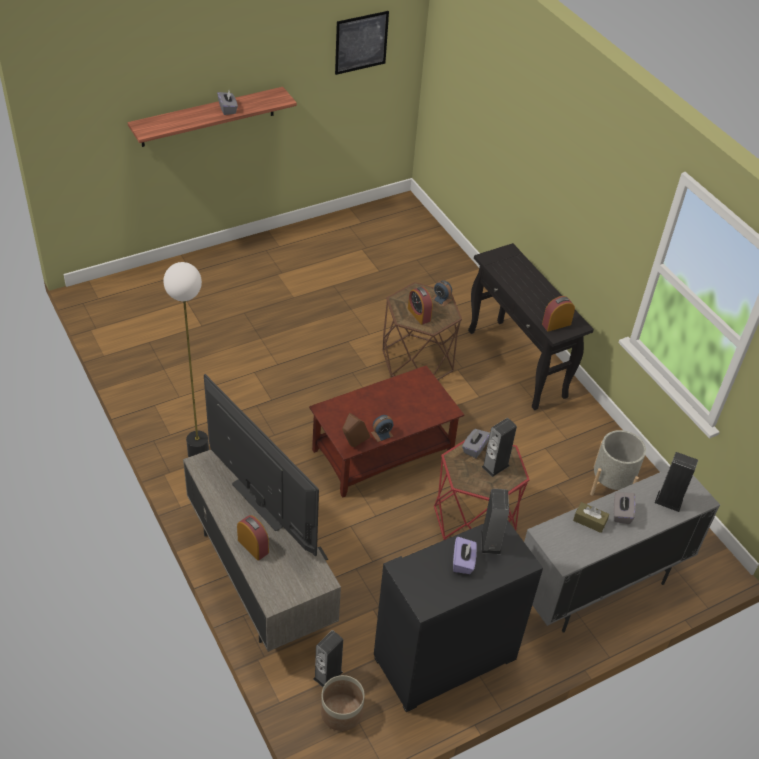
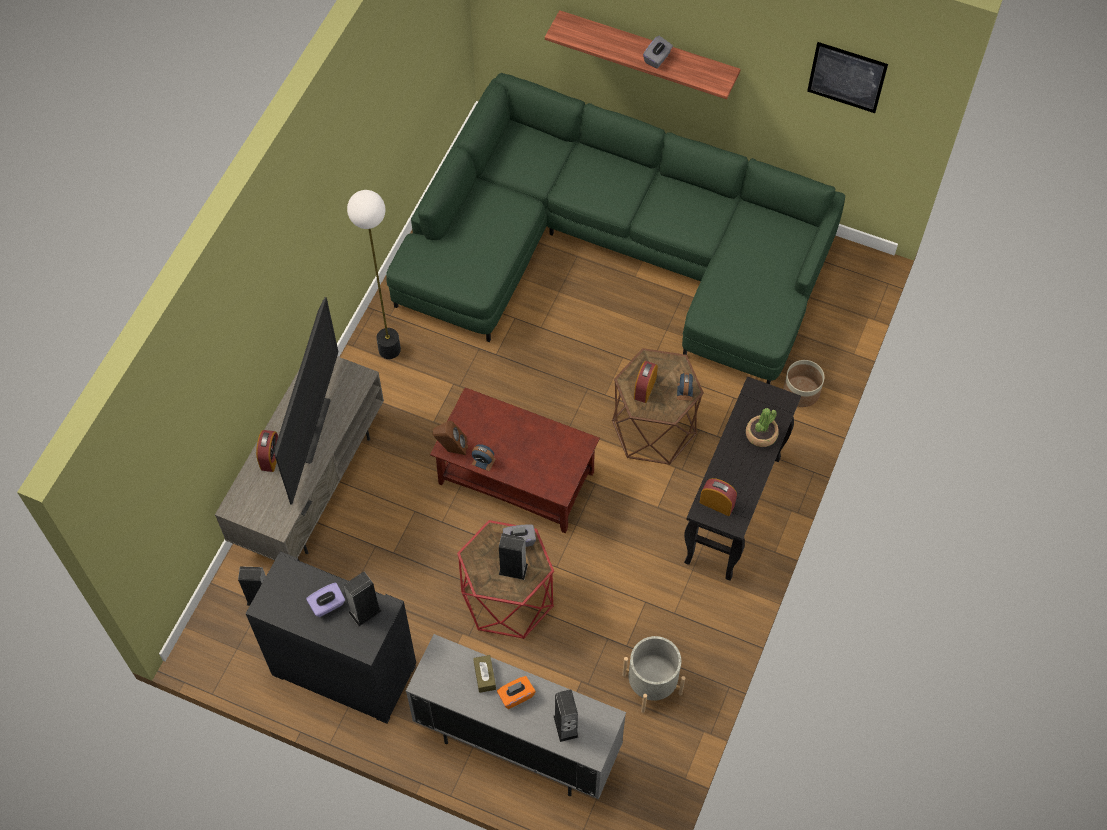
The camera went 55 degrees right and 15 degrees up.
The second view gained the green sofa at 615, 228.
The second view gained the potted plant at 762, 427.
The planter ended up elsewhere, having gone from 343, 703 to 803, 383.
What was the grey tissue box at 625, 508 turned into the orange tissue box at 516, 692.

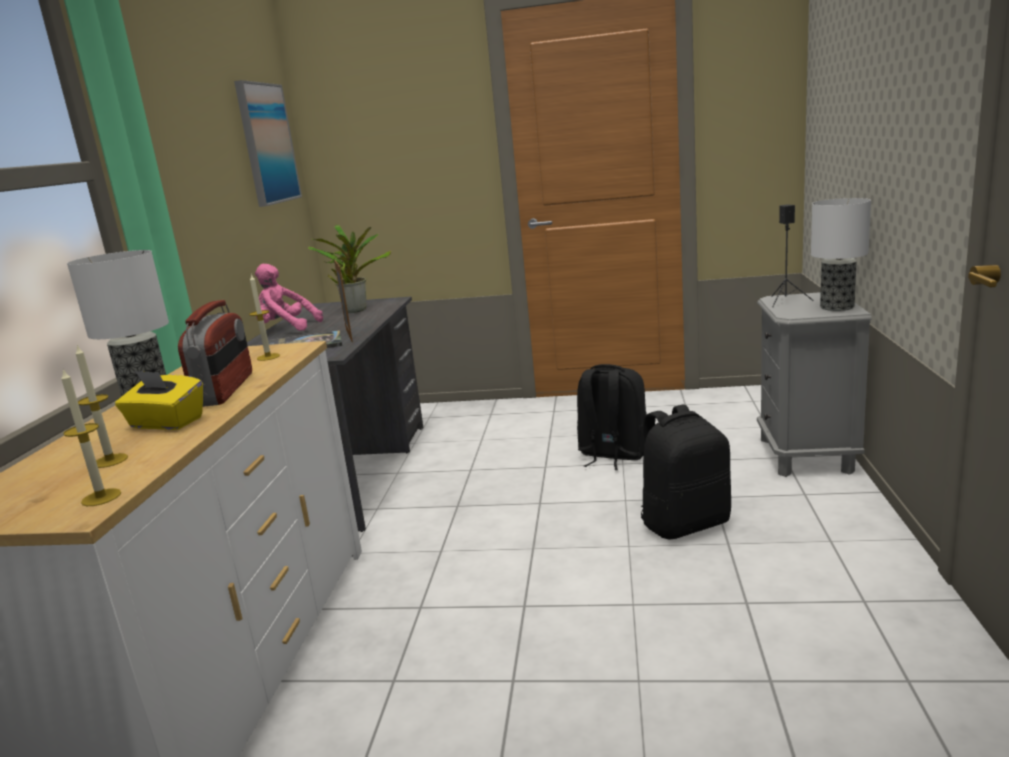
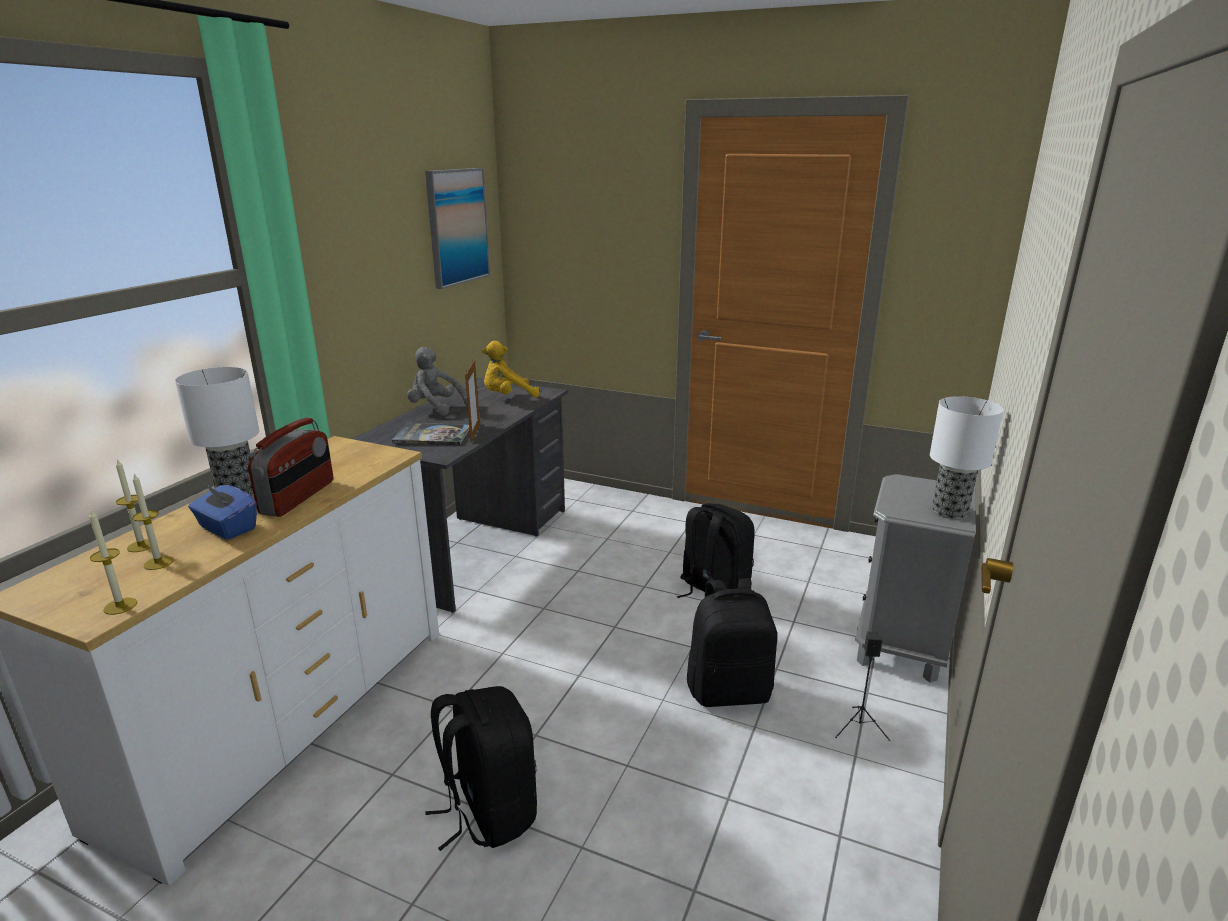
The camera went 15 degrees right and 5 degrees up.
The second view gained the black backpack at 481, 768.
The candle ended up elsewhere, having gone from 264, 318 to 133, 505.
The black speaker ended up elsewhere, having gone from 792, 255 to 862, 686.
Where the potted plant stood at 349, 269, the yellow plush toy came to stand at 511, 369.
What was the yellow tissue box at 159, 400 turned into the blue tissue box at 222, 512.
What was the pink plush toy at 289, 297 turned into the grey plush toy at 437, 381.

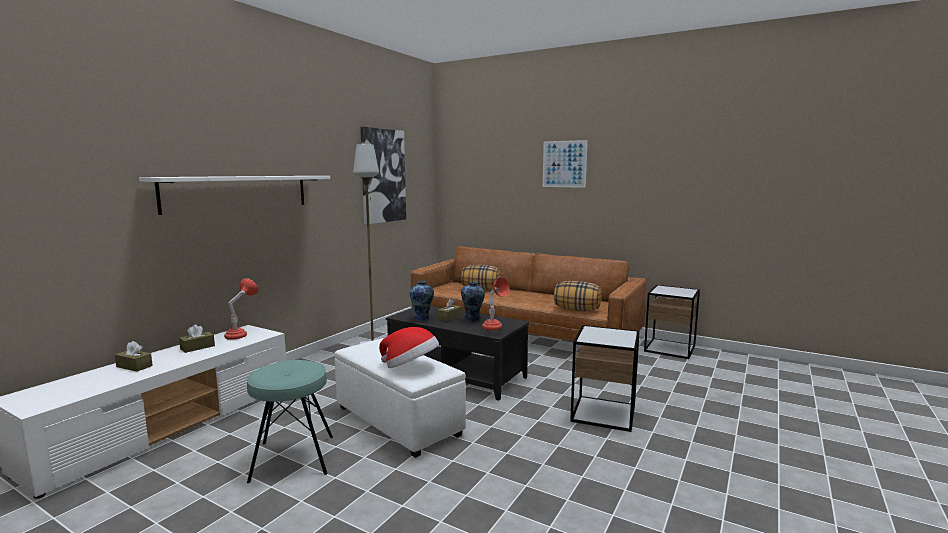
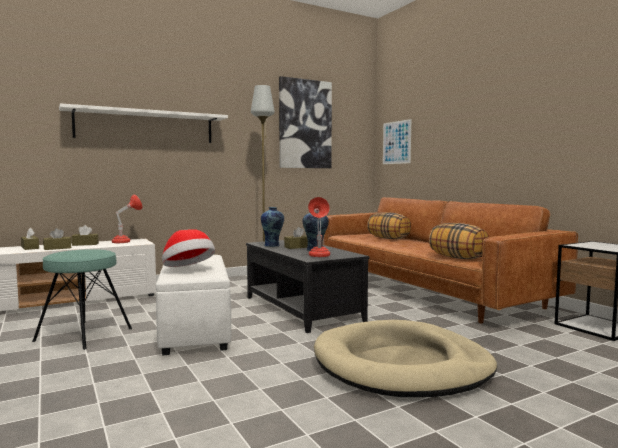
The camera went 30 degrees right and 5 degrees down.
The second view gained the brown tissue box at 57, 239.
The picture ended up elsewhere, having gone from 565, 164 to 397, 141.
Where the side table stood at 605, 378, the beige dog bed came to stand at 405, 358.

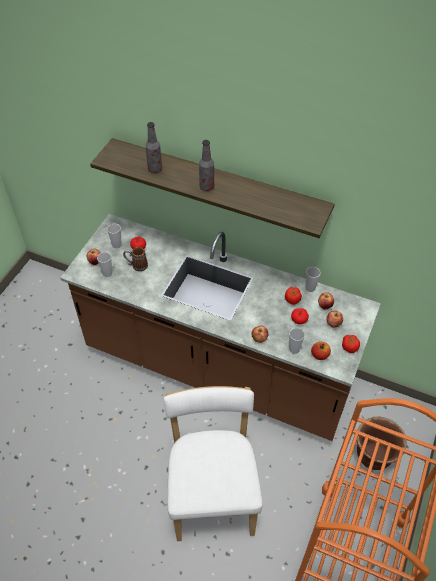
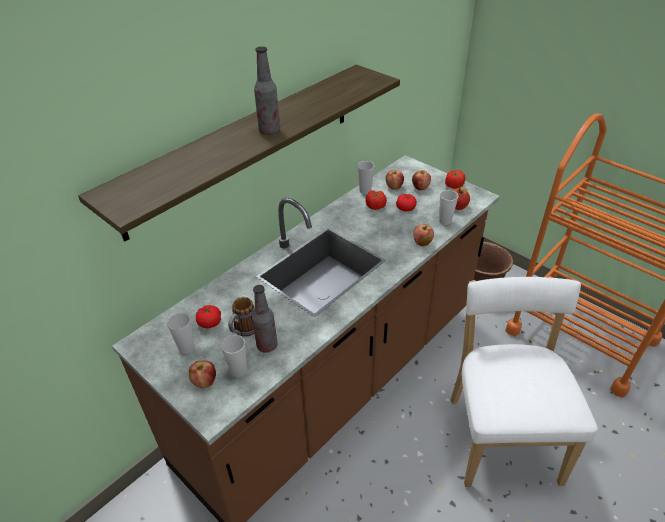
The camera went 70 degrees left and 10 degrees down.
The bottle ended up elsewhere, having gone from 154, 147 to 265, 319.
The white chair at 213, 463 ended up facing another way, 75 degrees clockwise from before.

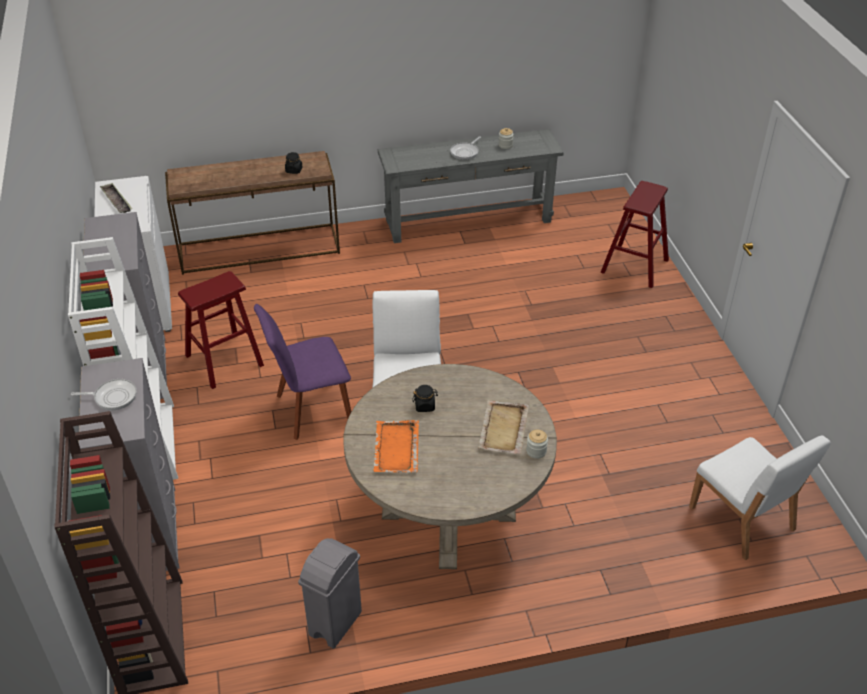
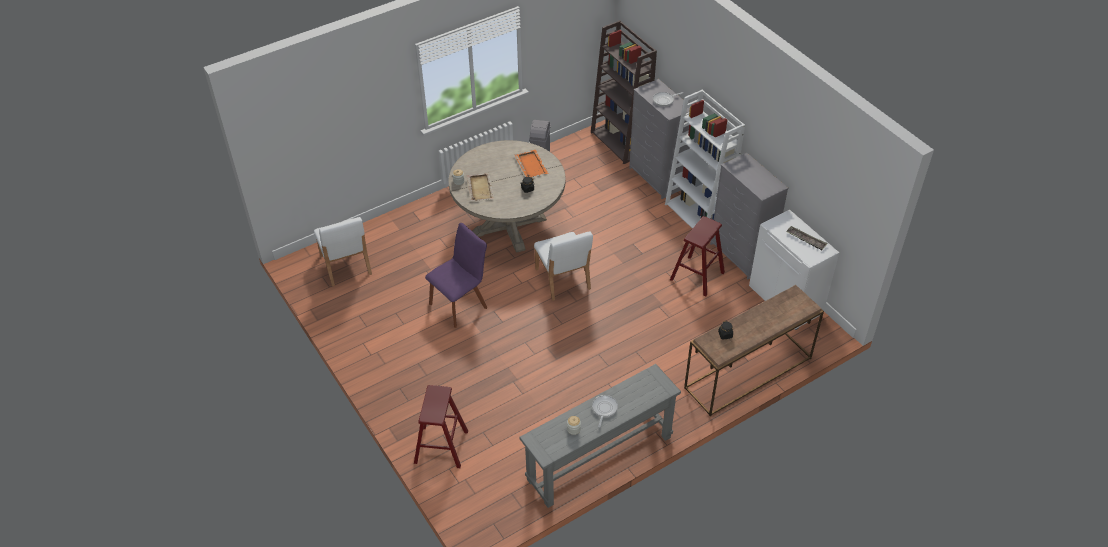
The camera went 160 degrees right and 5 degrees up.
The purple chair ended up elsewhere, having gone from 302, 372 to 456, 275.
The white chair at 760, 497 ended up facing another way, 150 degrees counterclockwise from before.

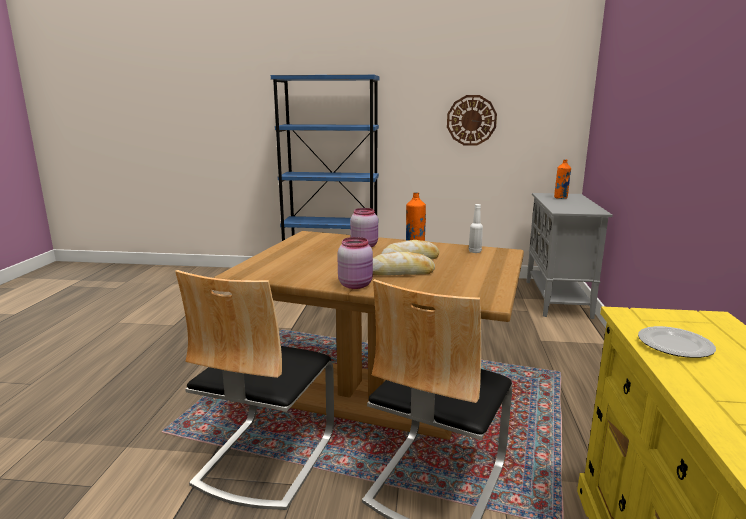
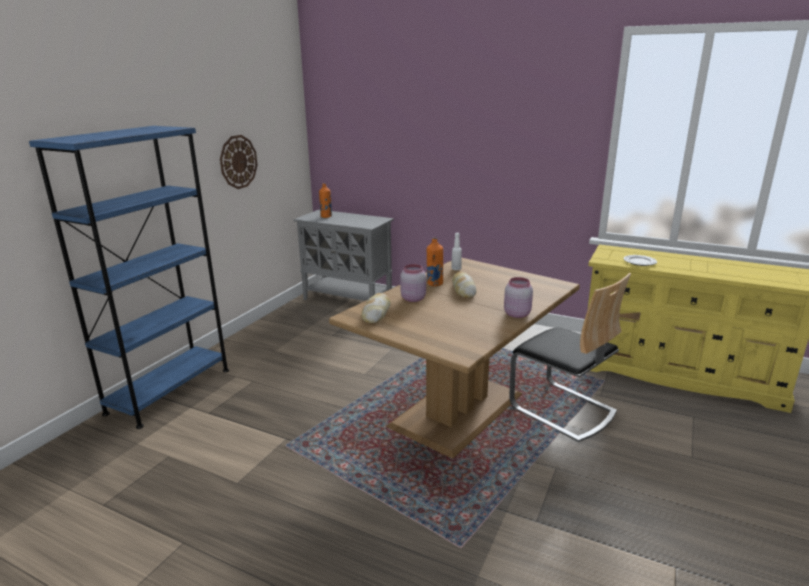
The camera went 70 degrees left and 5 degrees up.
The second view lost the chair at 254, 390.
The bread ended up elsewhere, having gone from 404, 264 to 376, 308.

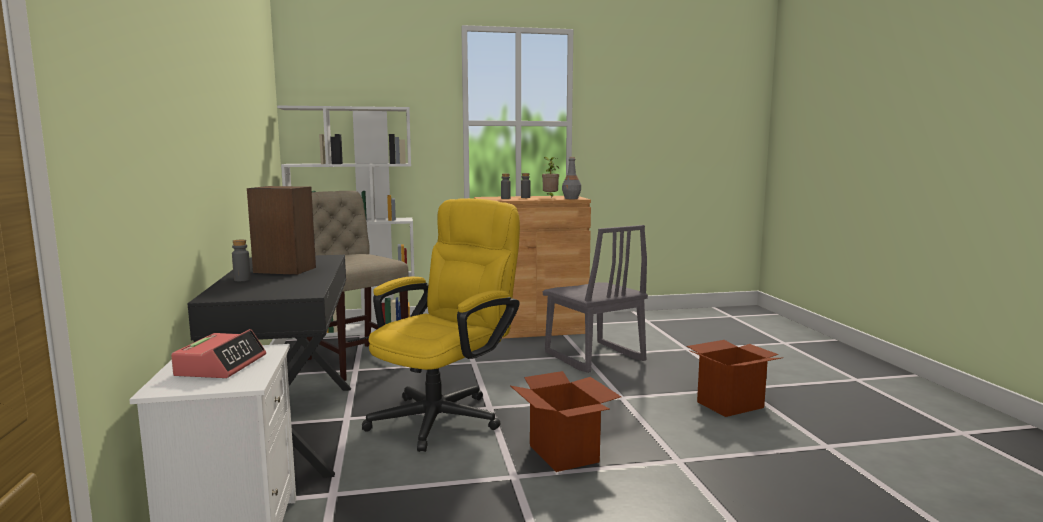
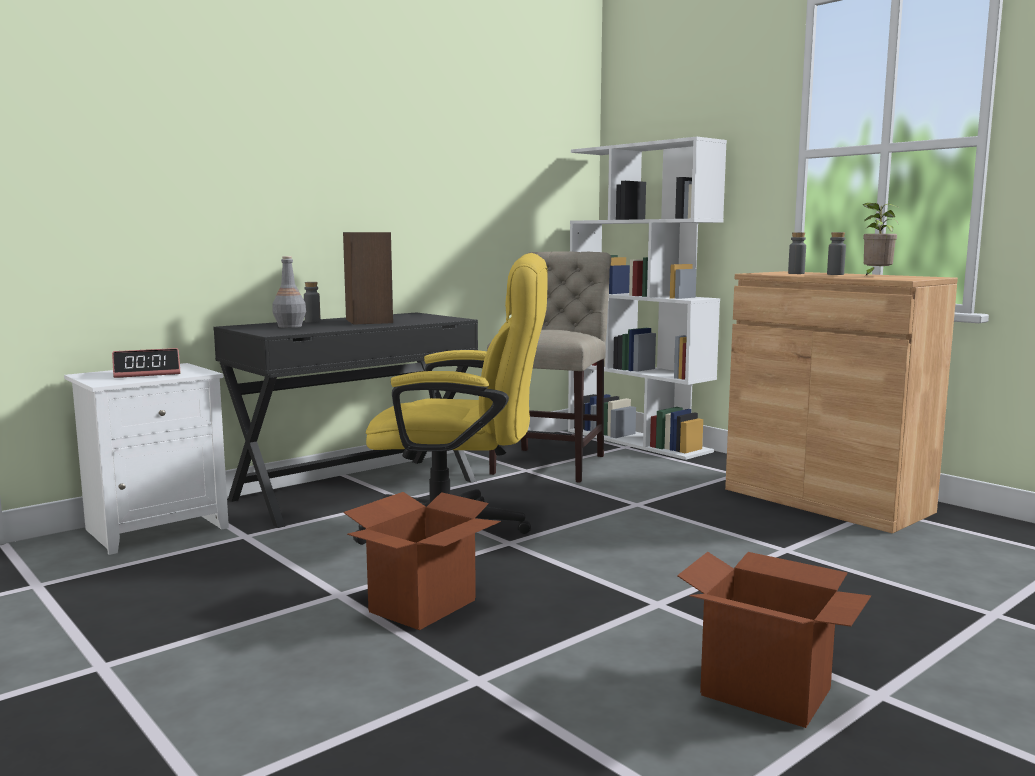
The camera went 60 degrees right and 0 degrees up.
The second view lost the grey chair at 595, 299.
The grey bottle ended up elsewhere, having gone from 571, 178 to 289, 292.

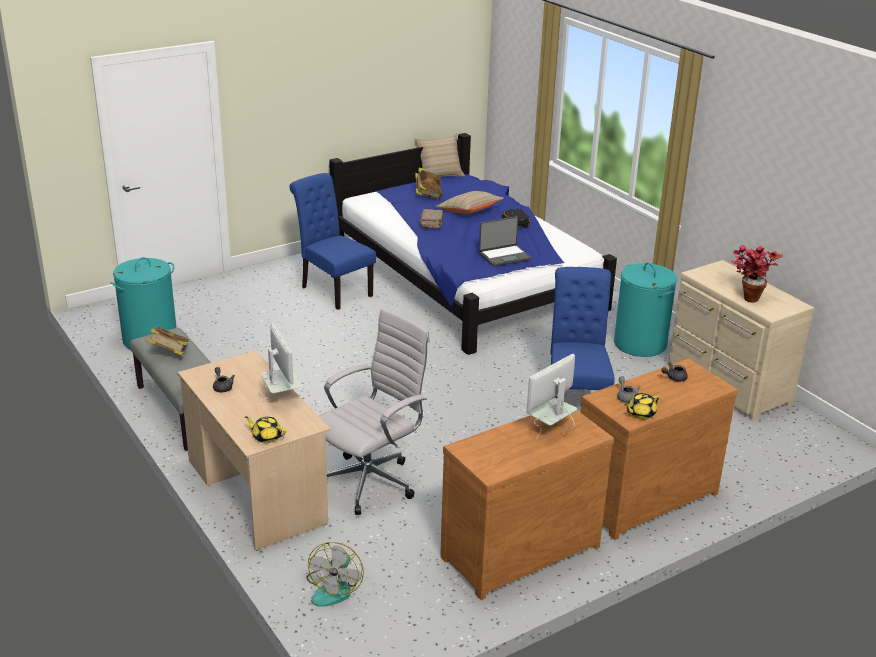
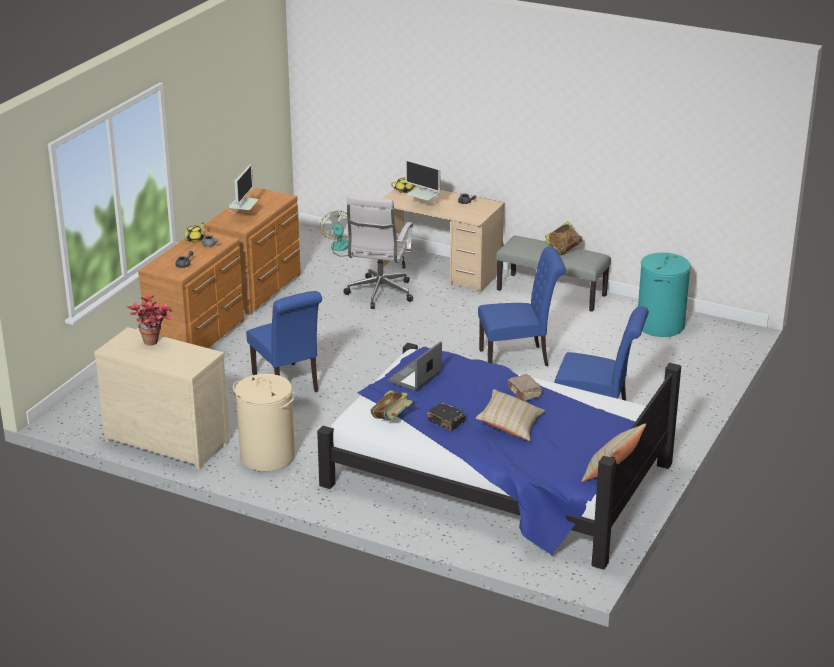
The camera went 150 degrees right and 0 degrees up.
The second view gained the blue chair at 522, 306.
The book ended up elsewhere, having gone from 428, 183 to 392, 405.
What was the turquoise laundry basket at 645, 310 turned into the beige laundry basket at 264, 422.

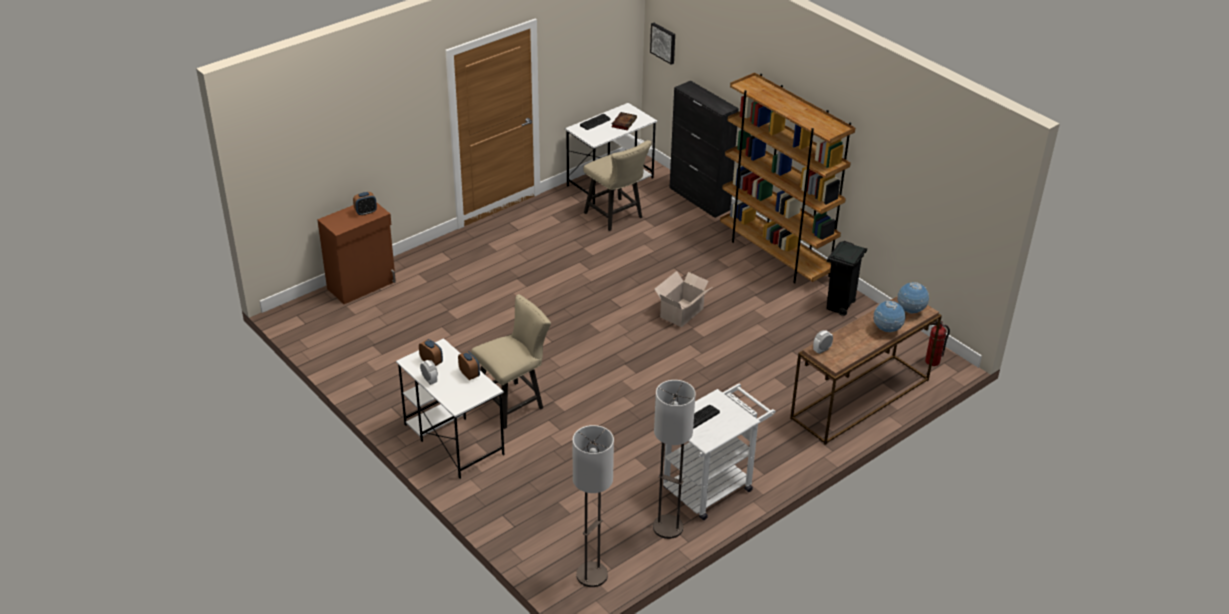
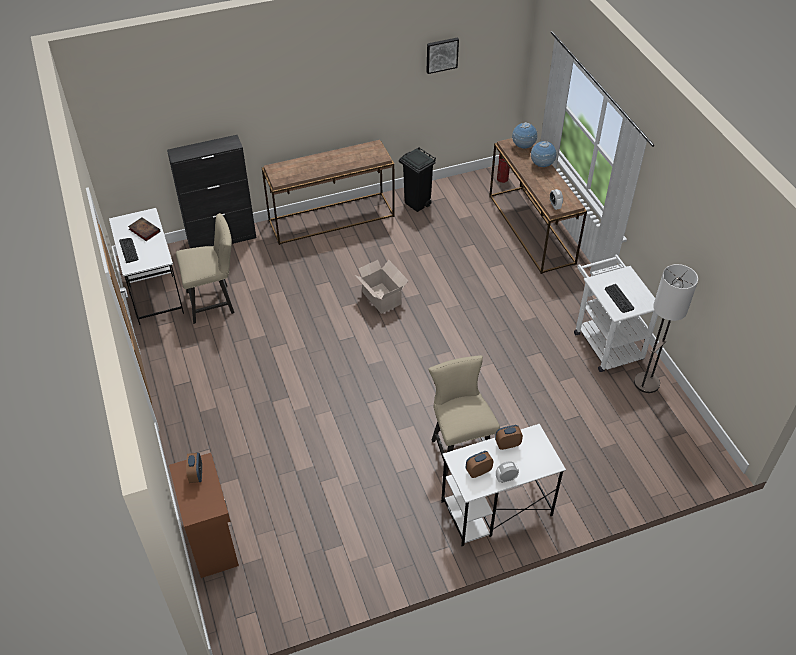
The camera went 70 degrees left and 10 degrees up.
The second view lost the floor lamp at 593, 506.
The picture ended up elsewhere, having gone from 662, 44 to 442, 55.
Where the brown bookcase stood at 787, 178, the brown console table came to stand at 328, 192.

